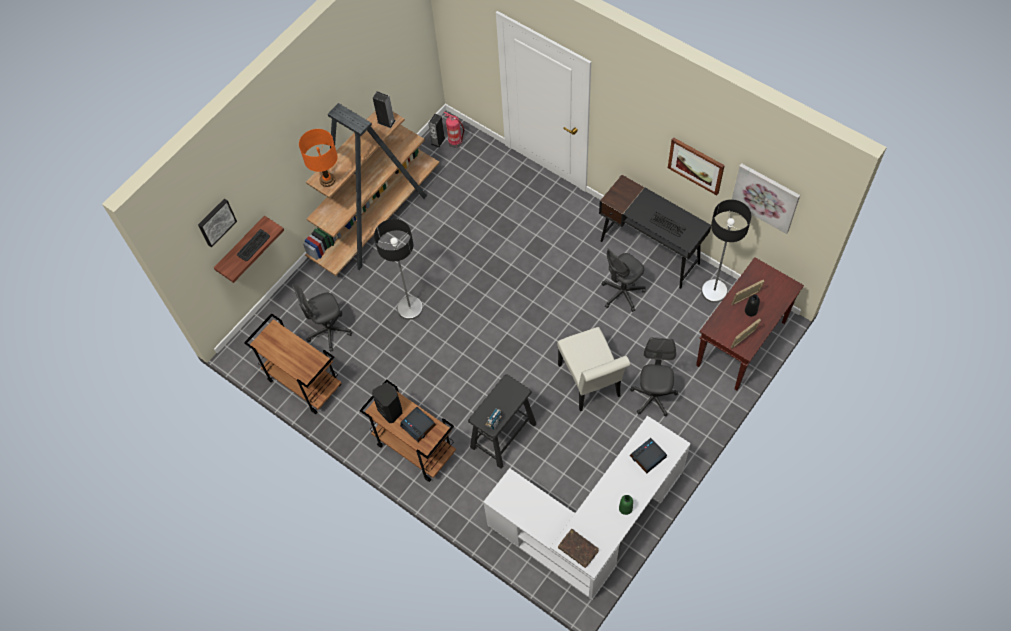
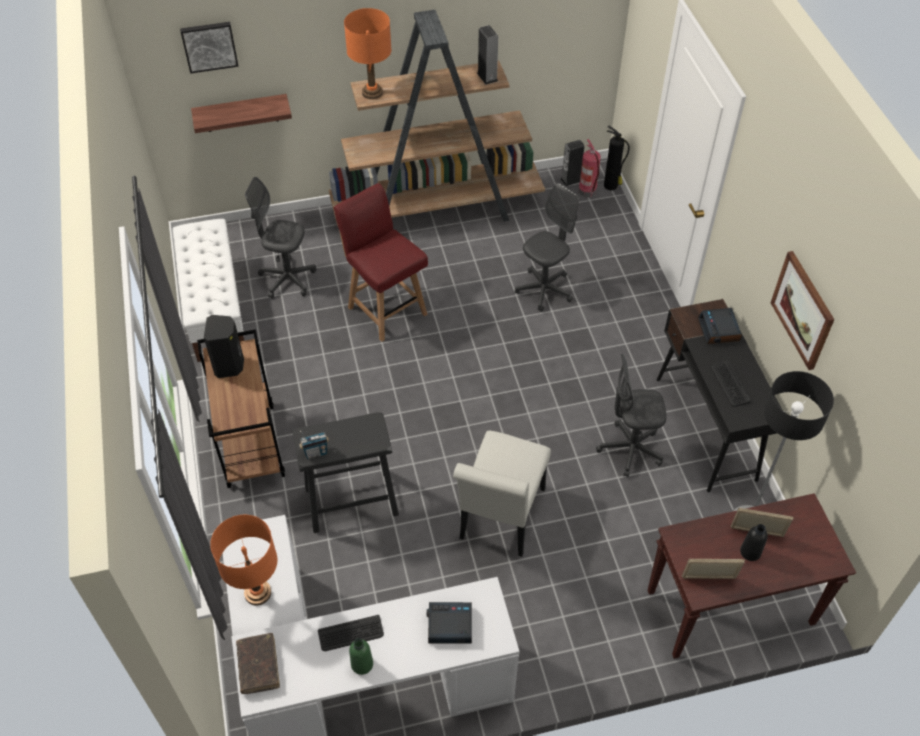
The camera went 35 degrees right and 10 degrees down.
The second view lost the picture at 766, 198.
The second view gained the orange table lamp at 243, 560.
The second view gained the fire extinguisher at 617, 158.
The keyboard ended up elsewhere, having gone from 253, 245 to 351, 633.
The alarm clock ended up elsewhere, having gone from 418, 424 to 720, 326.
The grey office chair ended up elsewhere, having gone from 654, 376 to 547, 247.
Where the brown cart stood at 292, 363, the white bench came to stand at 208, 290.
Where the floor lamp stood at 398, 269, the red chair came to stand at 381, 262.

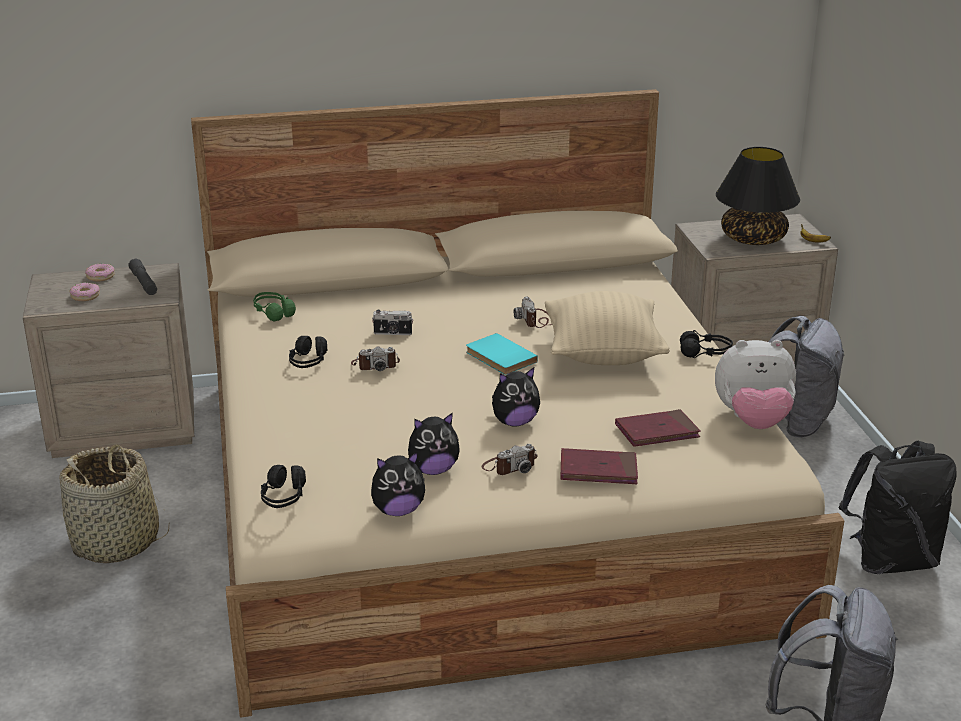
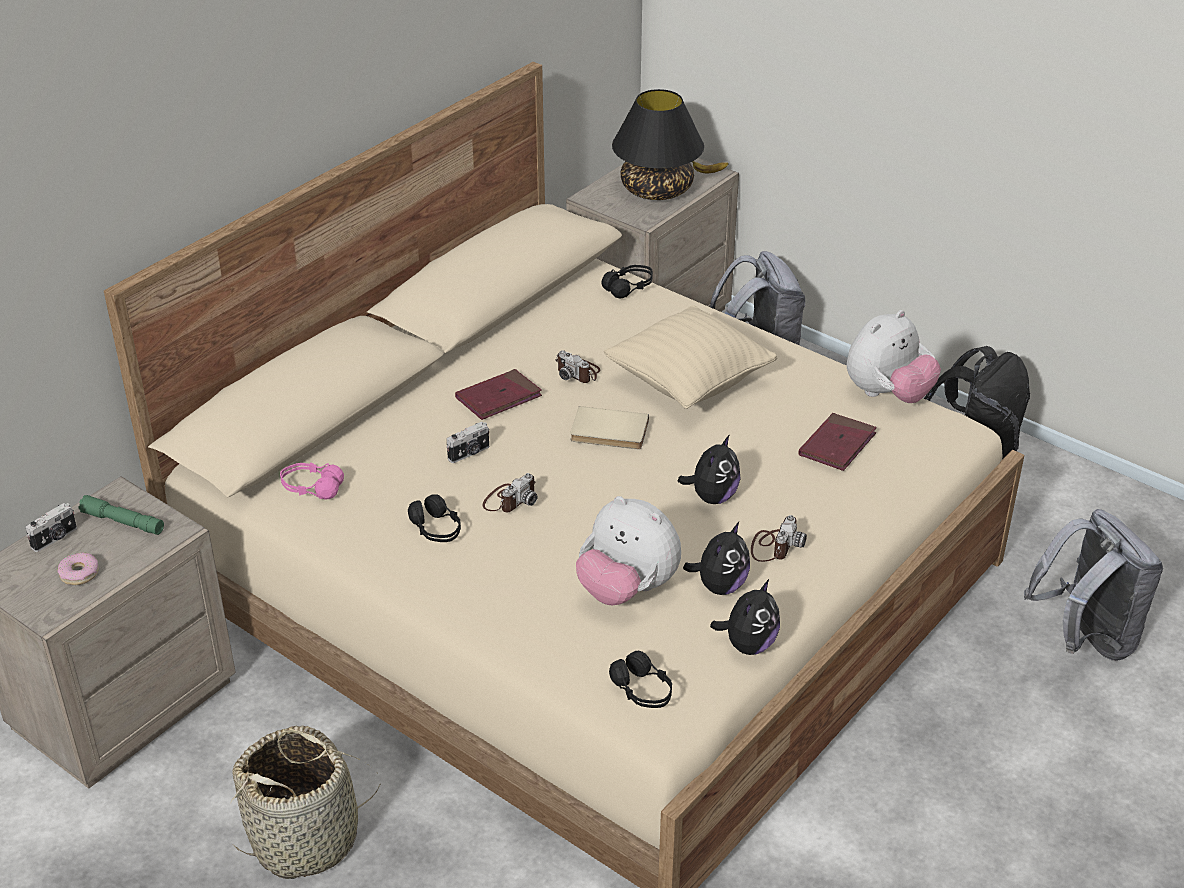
The camera went 40 degrees left and 10 degrees up.
The second view gained the plush toy at 628, 550.
The red book ended up elsewhere, having gone from 599, 466 to 498, 394.
The black headphones ended up elsewhere, having gone from 706, 344 to 627, 282.
Where the donut stood at 100, 272, the photo camera came to stand at 51, 527.
What was the grey flashlight at 142, 276 turned into the green flashlight at 121, 515.
What was the green headphones at 274, 306 turned into the pink headphones at 312, 480.
What was the turquoise book at 502, 354 turned into the beige book at 609, 427.

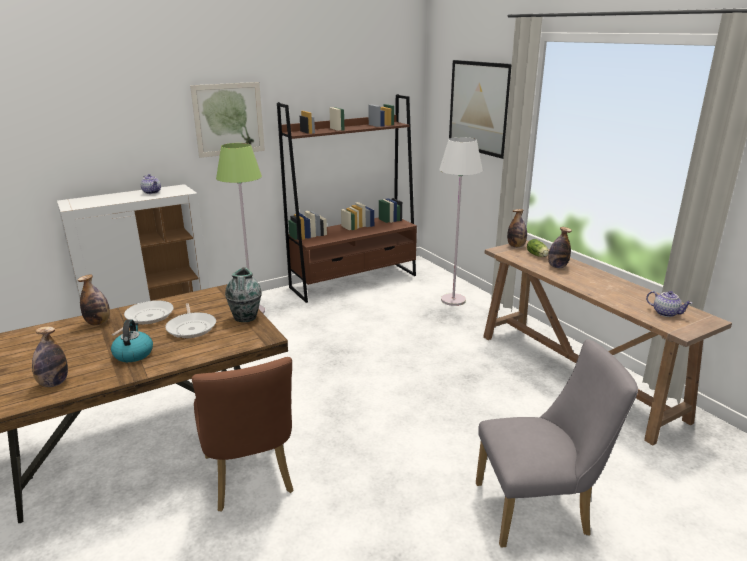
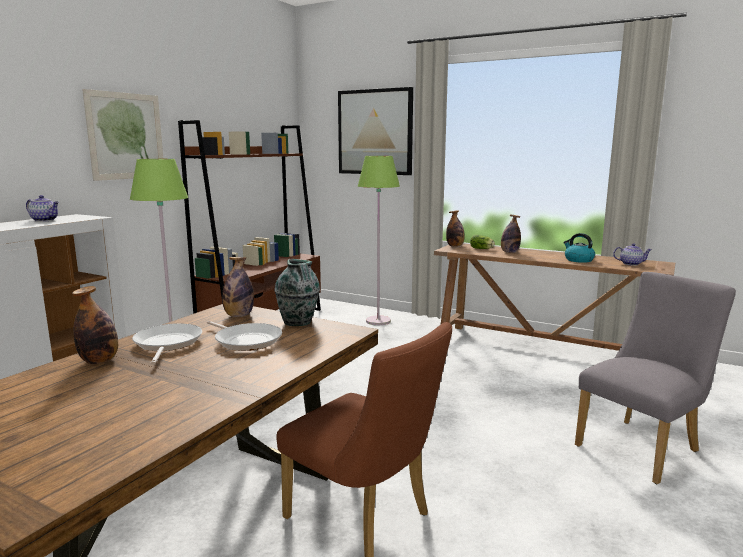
The camera went 30 degrees left and 10 degrees down.
The bottle ended up elsewhere, having gone from 50, 356 to 238, 287.
The kettle ended up elsewhere, having gone from 132, 340 to 579, 248.
What was the white floor lamp at 461, 221 turned into the green floor lamp at 379, 240.

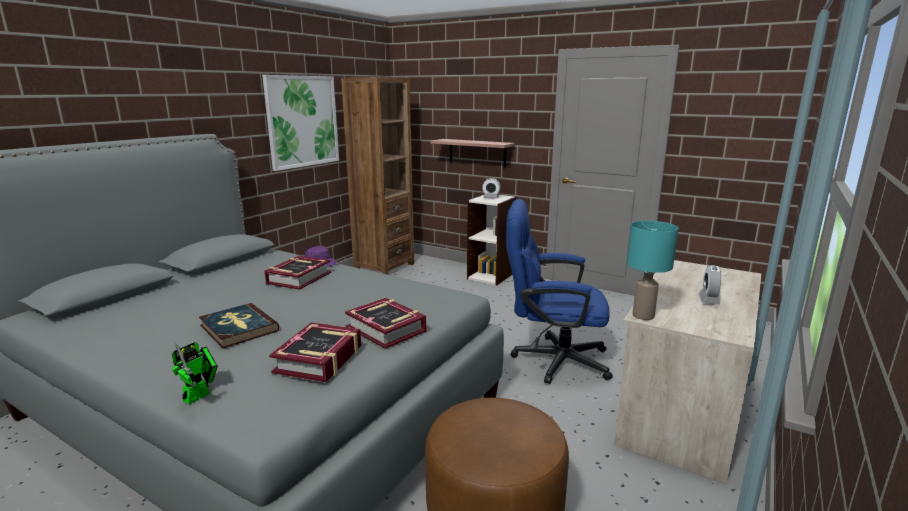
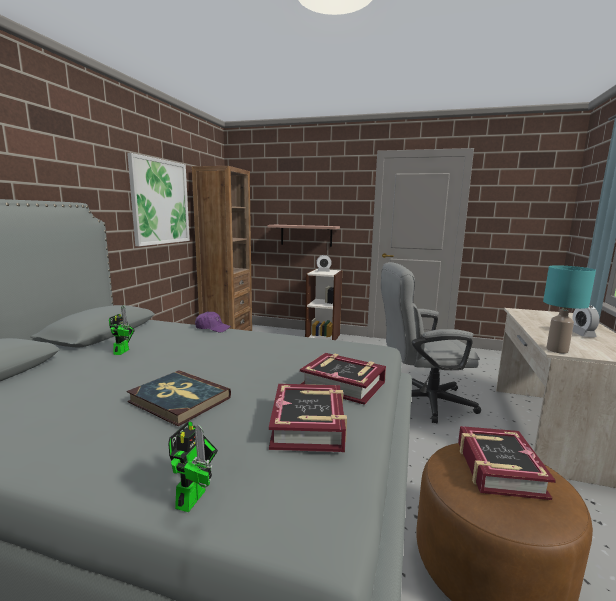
The camera went 15 degrees left and 5 degrees down.
The second view gained the toy robot at 122, 330.
The book ended up elsewhere, having gone from 297, 273 to 507, 463.
What was the blue office chair at 559, 291 turned into the grey office chair at 431, 342.

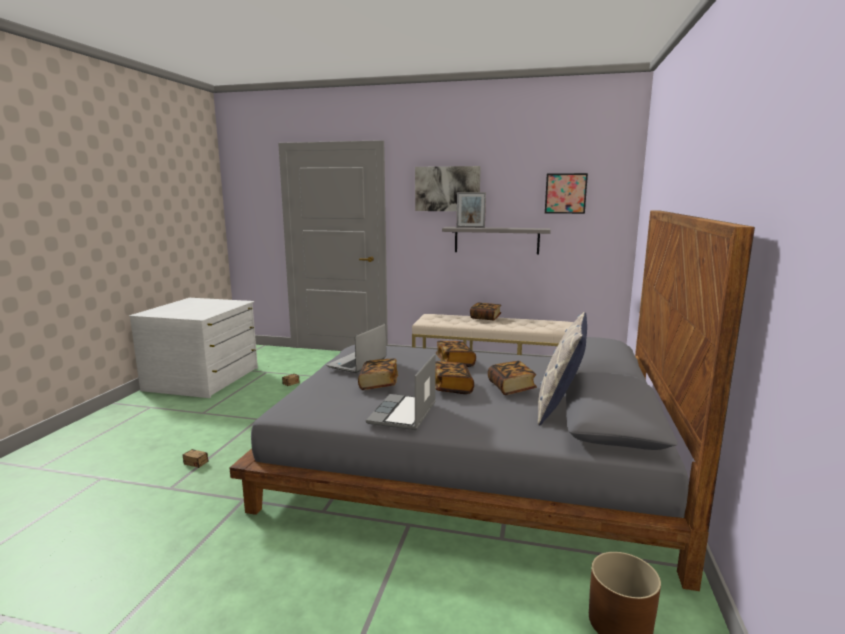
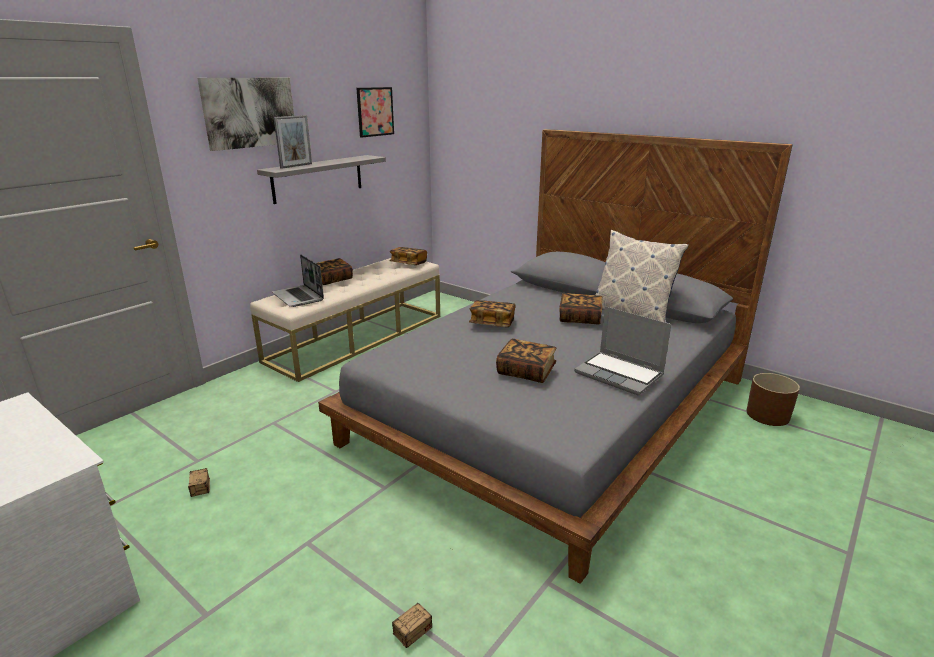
The camera went 65 degrees left and 10 degrees up.
The laptop ended up elsewhere, having gone from 356, 348 to 298, 281.
The book ended up elsewhere, having gone from 454, 377 to 408, 256.

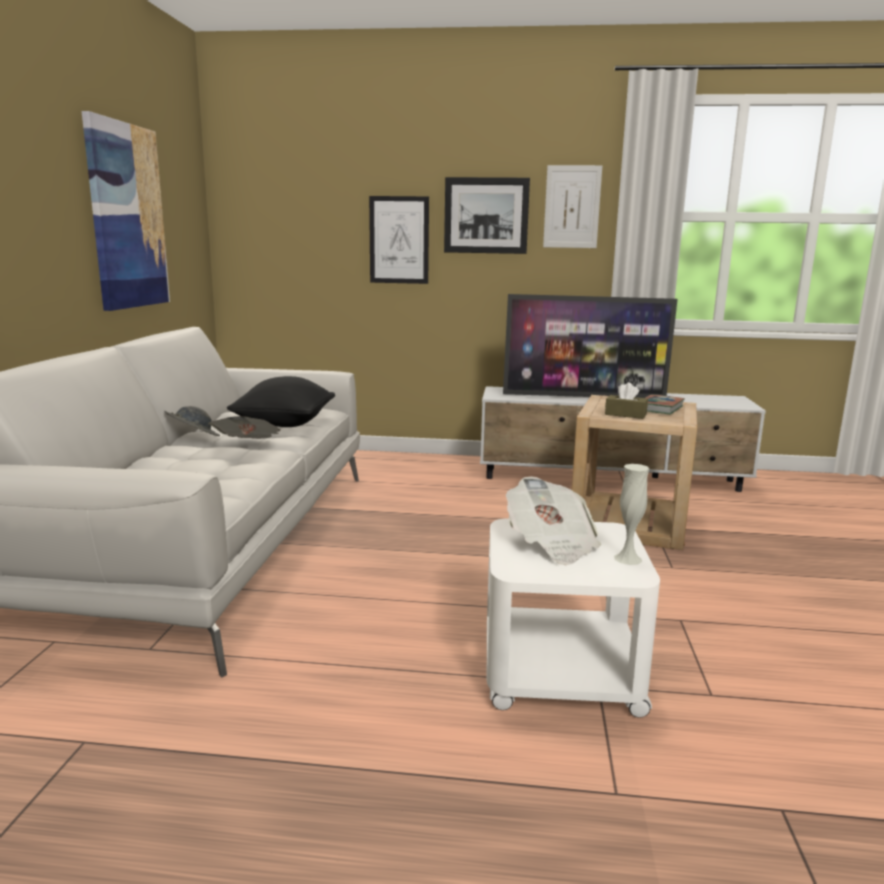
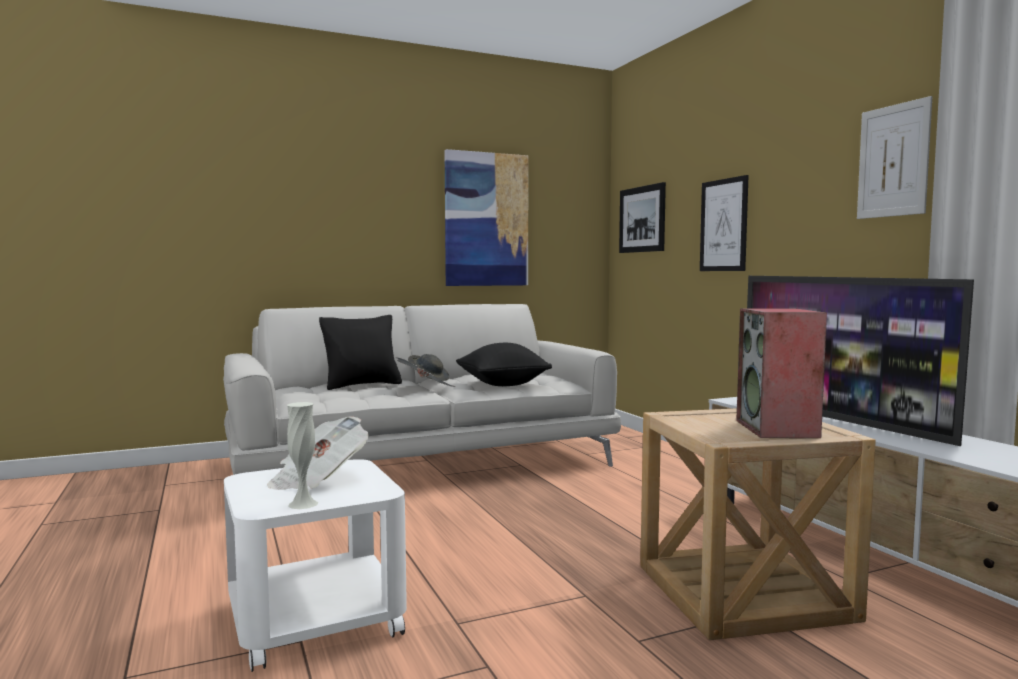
The camera went 60 degrees right and 10 degrees down.
The second view lost the brown tissue box at 626, 400.
The second view gained the black pillow at 360, 352.
The picture ended up elsewhere, having gone from 487, 215 to 642, 217.
Where the book stood at 665, 404, the speaker came to stand at 781, 373.

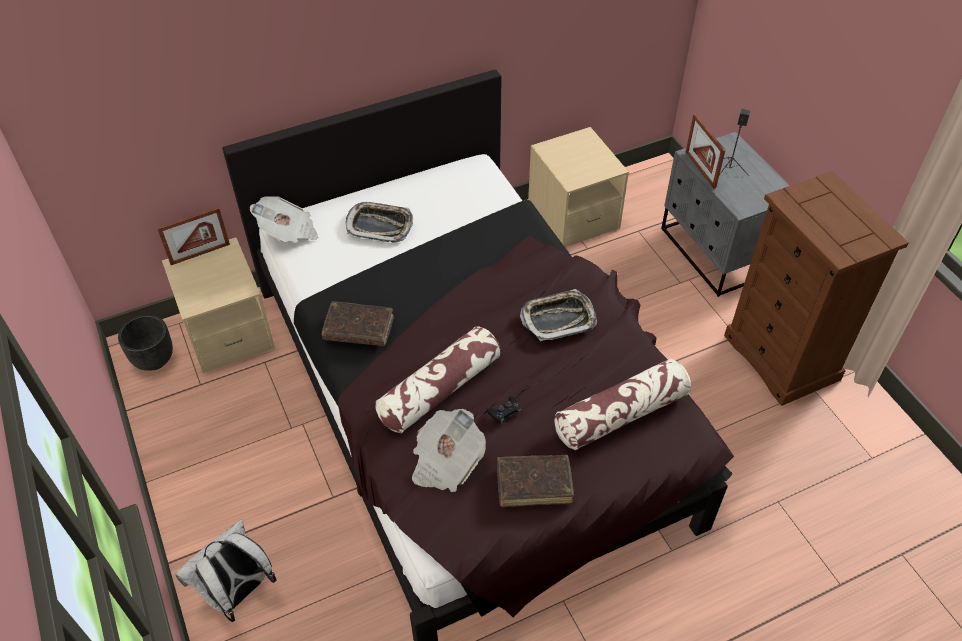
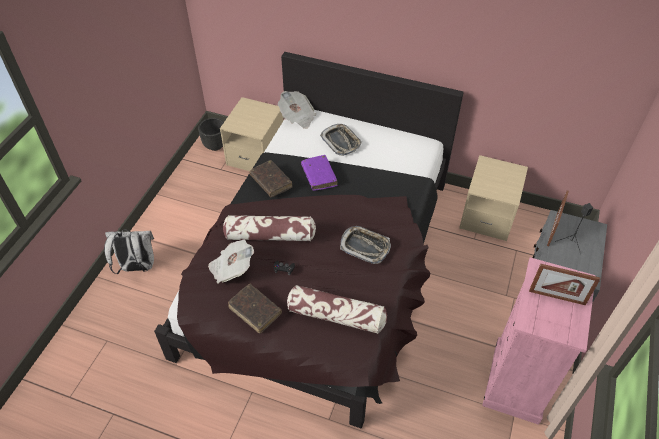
The camera went 45 degrees right and 0 degrees up.
The second view gained the purple book at 319, 173.
The picture frame ended up elsewhere, having gone from 193, 236 to 564, 284.
What was the brown dresser at 816, 288 turned into the pink dresser at 539, 341.

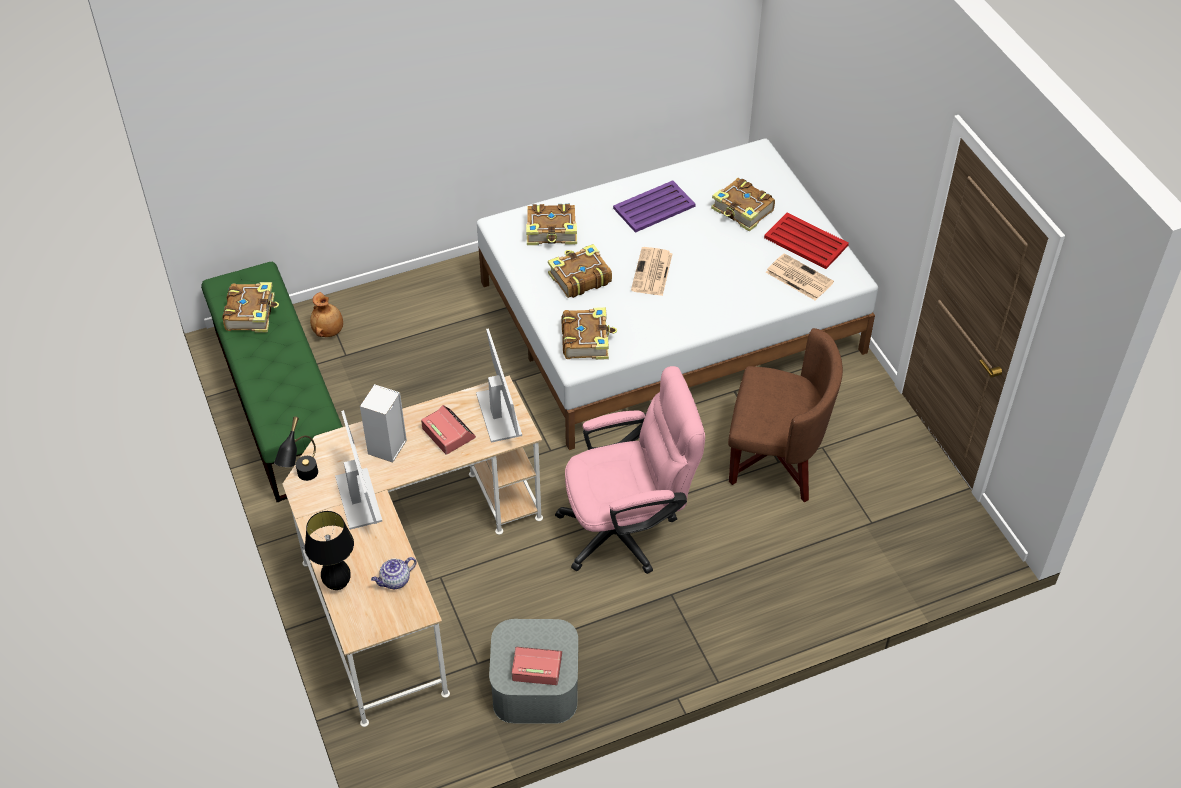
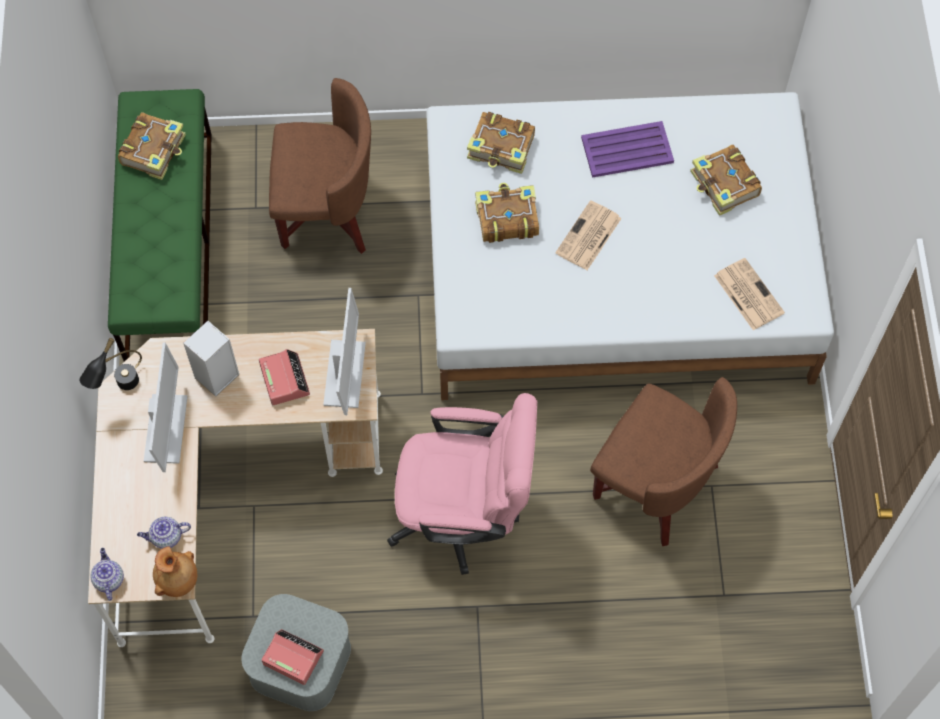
The camera went 20 degrees right and 15 degrees up.
The second view lost the black table lamp at 329, 550.
The second view lost the book at 589, 333.
The second view lost the red tray at 806, 241.
The second view gained the teapot at 107, 574.
The second view gained the brown armchair at 320, 166.
The brown vase ended up elsewhere, having gone from 326, 314 to 175, 571.

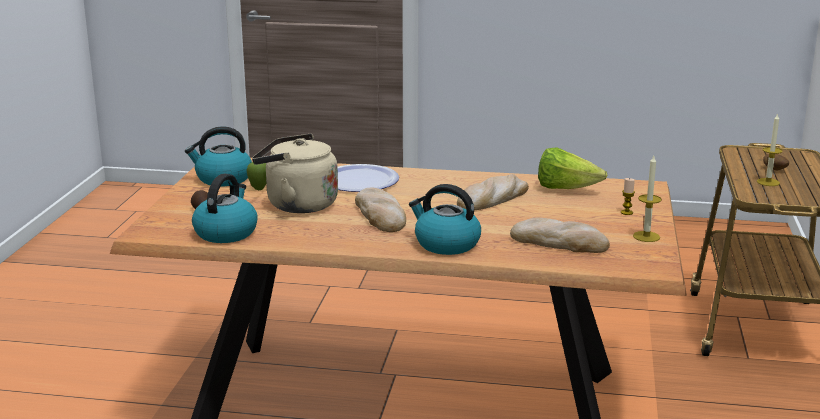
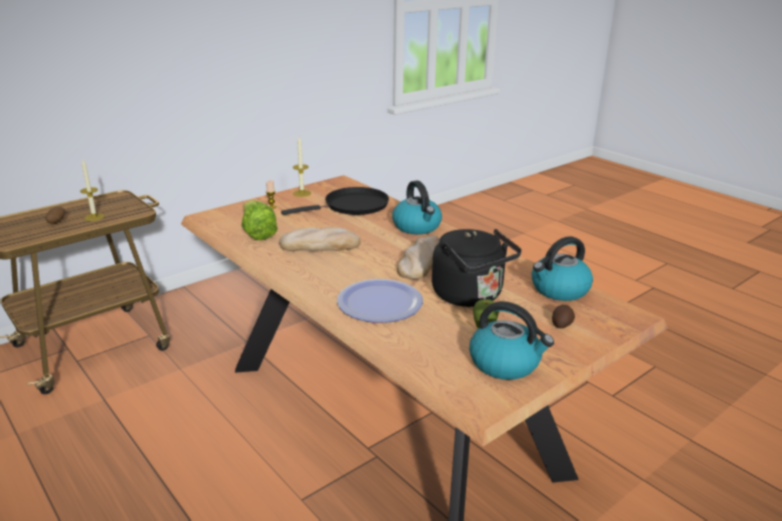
The camera went 140 degrees left and 5 degrees up.
Where the bread stood at 560, 235, the black frying pan came to stand at 335, 201.
What was the beige kettle at 295, 173 turned into the black kettle at 477, 268.

